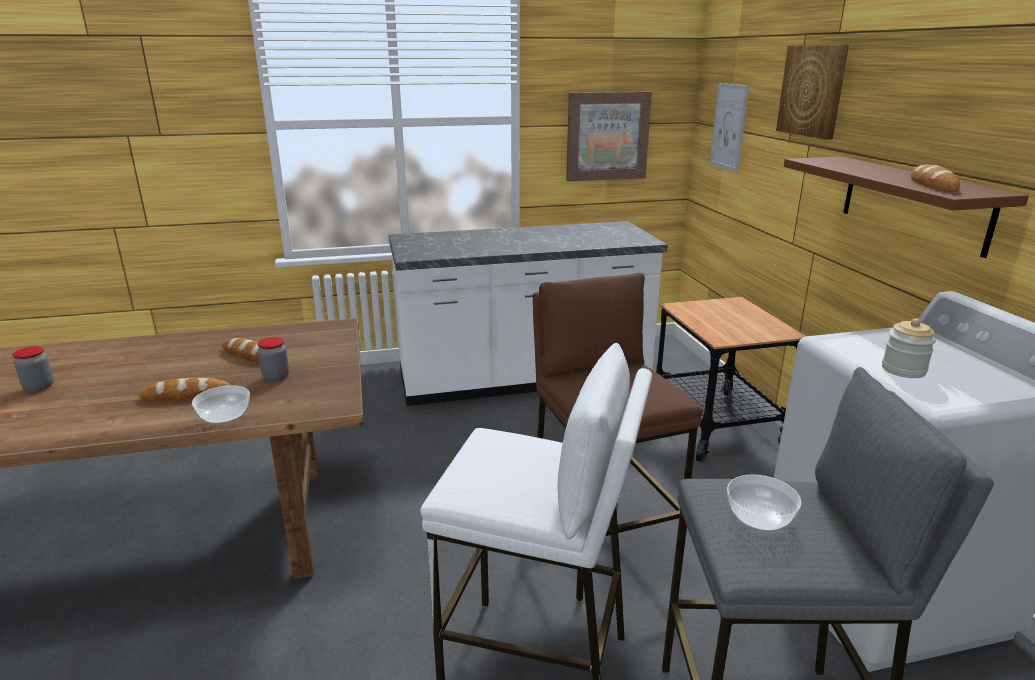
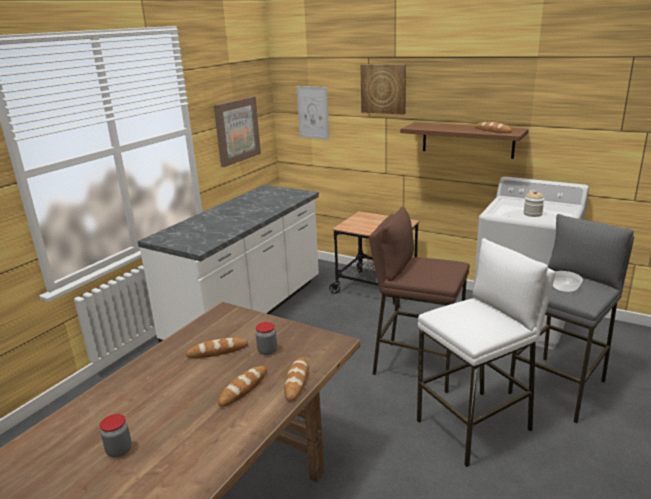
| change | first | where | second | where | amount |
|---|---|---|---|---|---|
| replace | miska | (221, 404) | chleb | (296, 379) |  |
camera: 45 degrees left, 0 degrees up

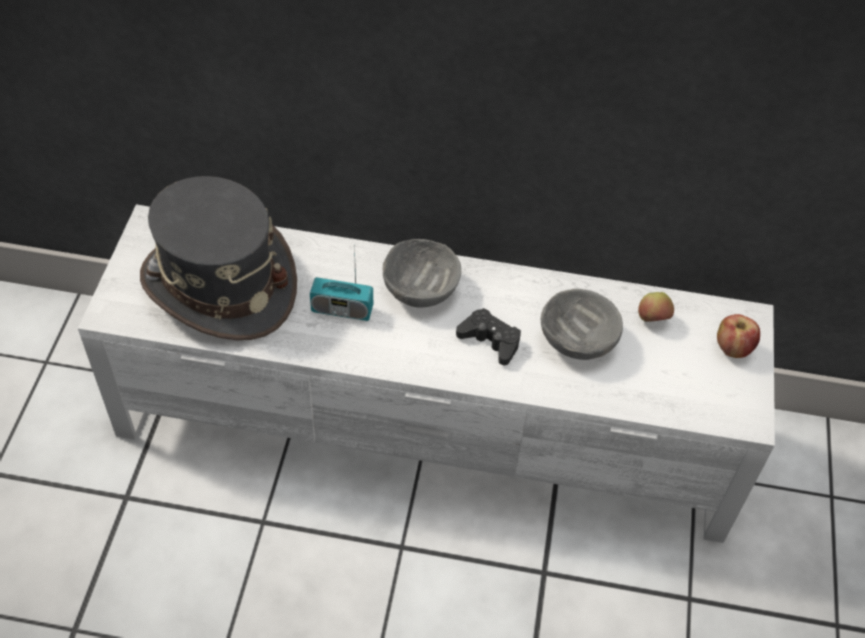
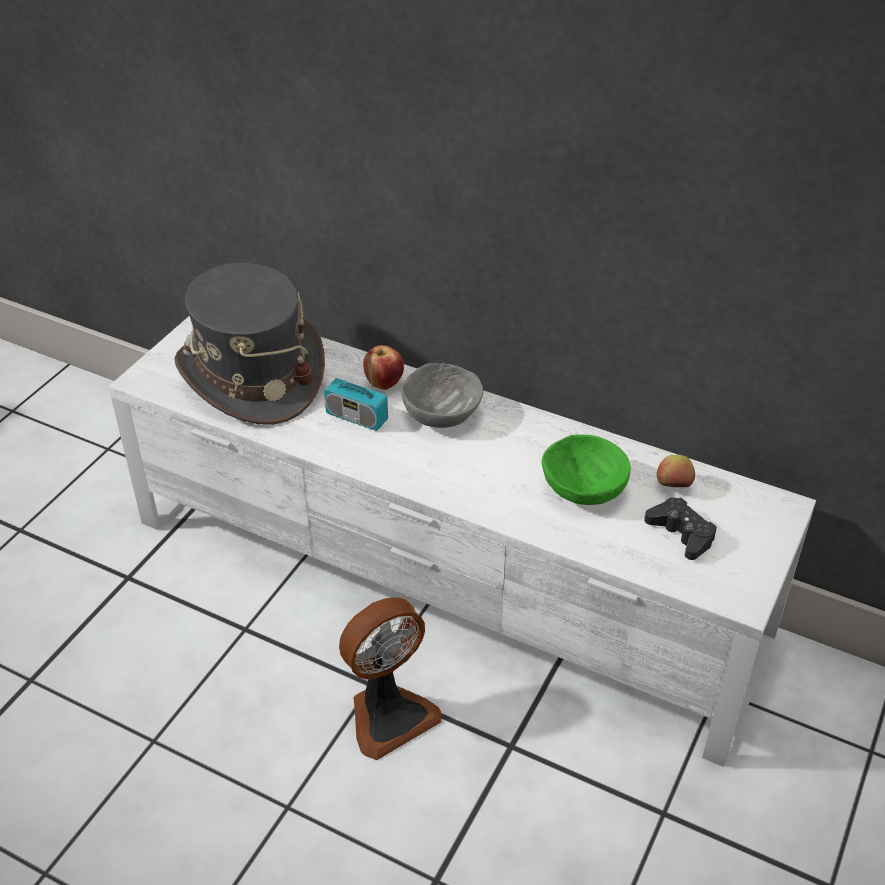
| change | first | where | second | where | amount |
|---|---|---|---|---|---|
| recolor | miska [szary] | (582, 324) | miska [zielony] | (586, 469) |  |
| move | pad do gier [czarny] | (488, 336) |  | (680, 529) |  |
| move | jabłko | (738, 336) |  | (383, 367) |  |
| insert |  |  | wentylator | (390, 678) |  |
camera: 20 degrees right, 10 degrees down

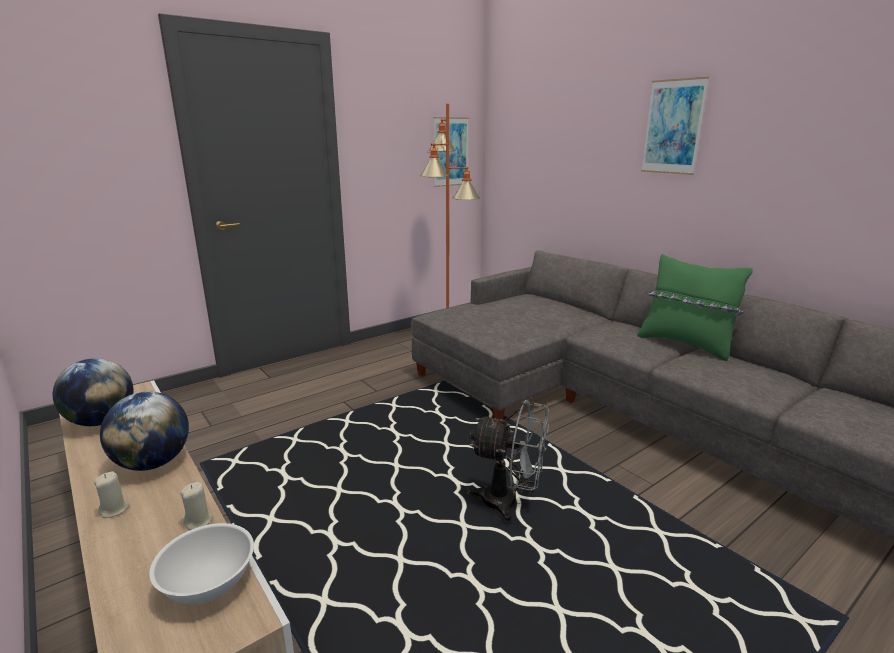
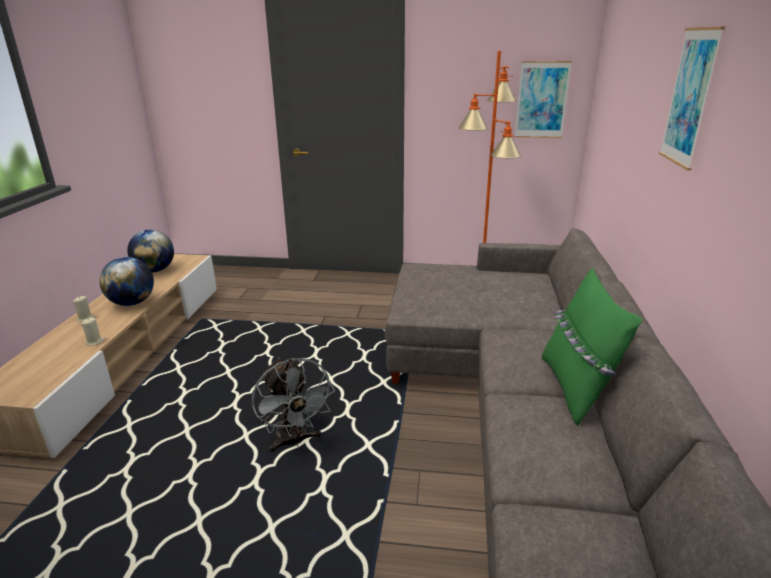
| change | first | where | second | where | amount |
|---|---|---|---|---|---|
| delete | miska [biały] | (201, 563) |  |  |  |
camera: 45 degrees right, 5 degrees up

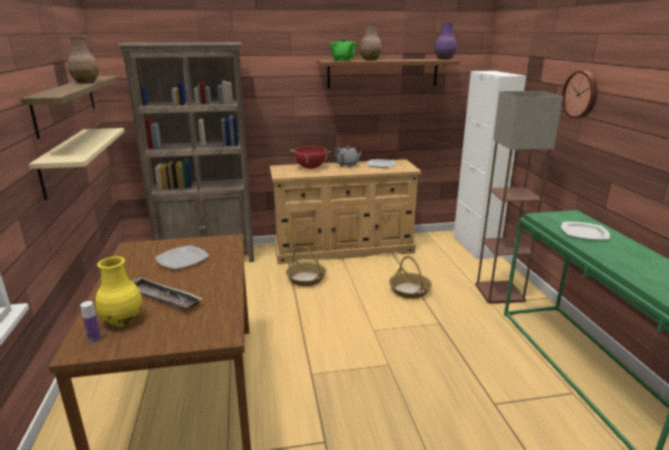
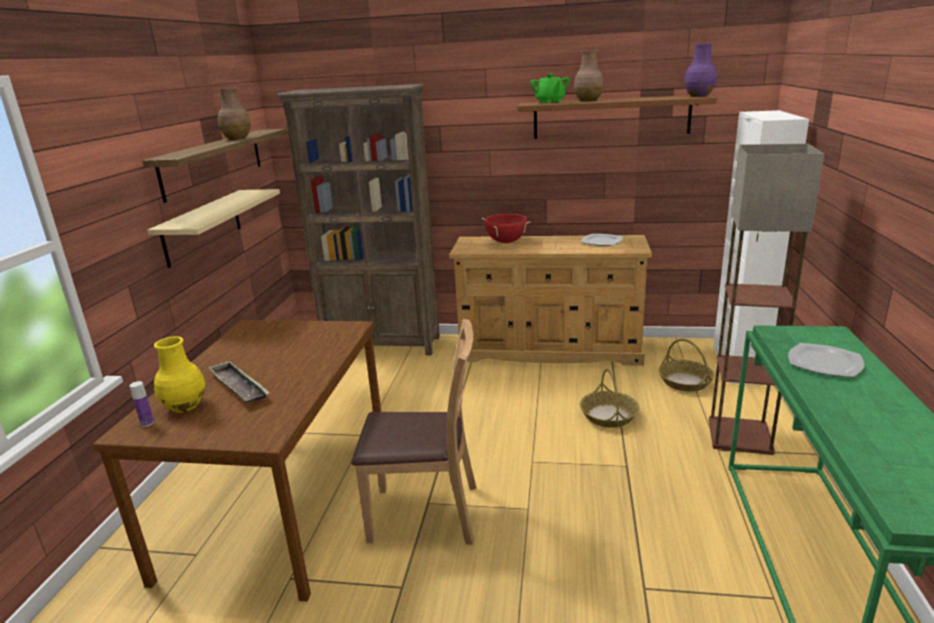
| change | first | where | second | where | amount |
|---|---|---|---|---|---|
| delete | zegar ścienny | (580, 94) |  |  |  |
| delete | imbryk [szary] | (348, 157) |  |  |  |
| delete | talerz | (182, 257) |  |  |  |
| move | koszyk | (306, 266) |  | (686, 365) |  |
| insert |  |  | krzesło [brązowy] | (414, 432) |  |
camera: 20 degrees right, 0 degrees up

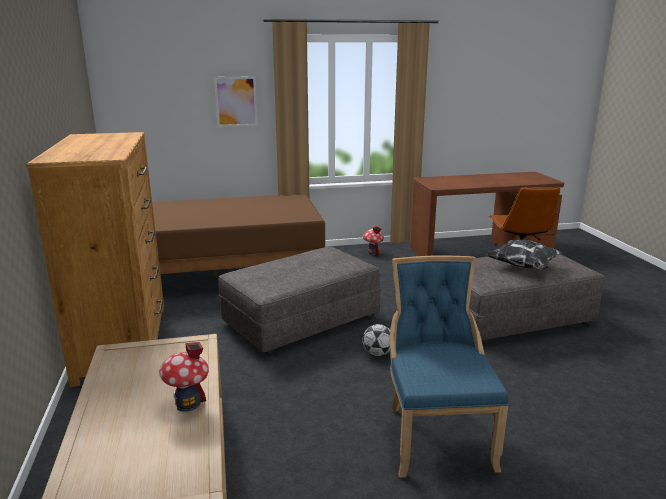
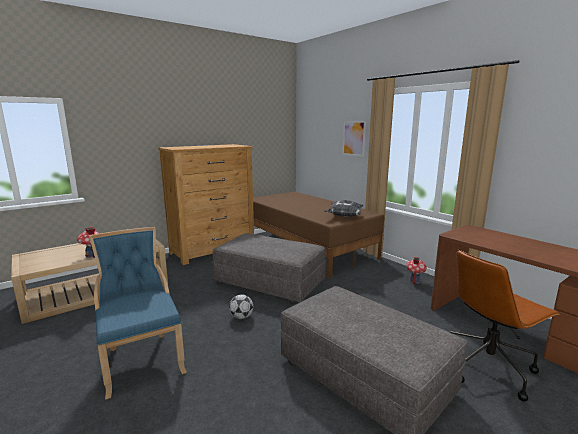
| change | first | where | second | where | amount |
|---|---|---|---|---|---|
| move | poduszka | (524, 255) |  | (343, 208) |  |
| rotate | krzesło [niebieski] | (449, 367) |  | (138, 313) | 90 degrees counterclockwise |
camera: 65 degrees right, 5 degrees down

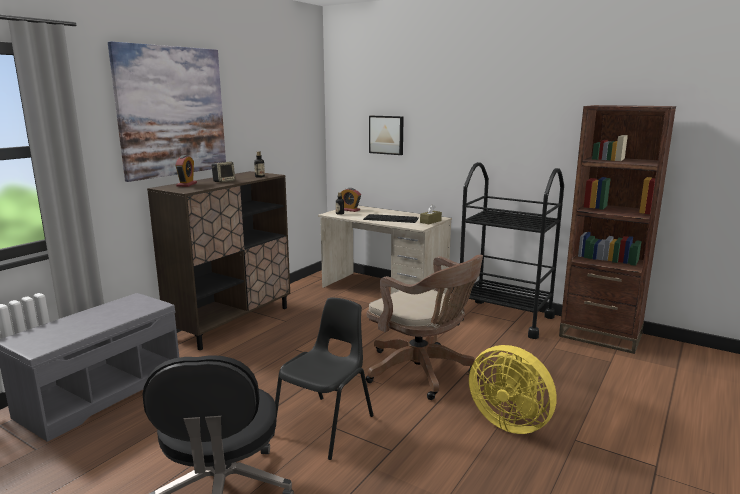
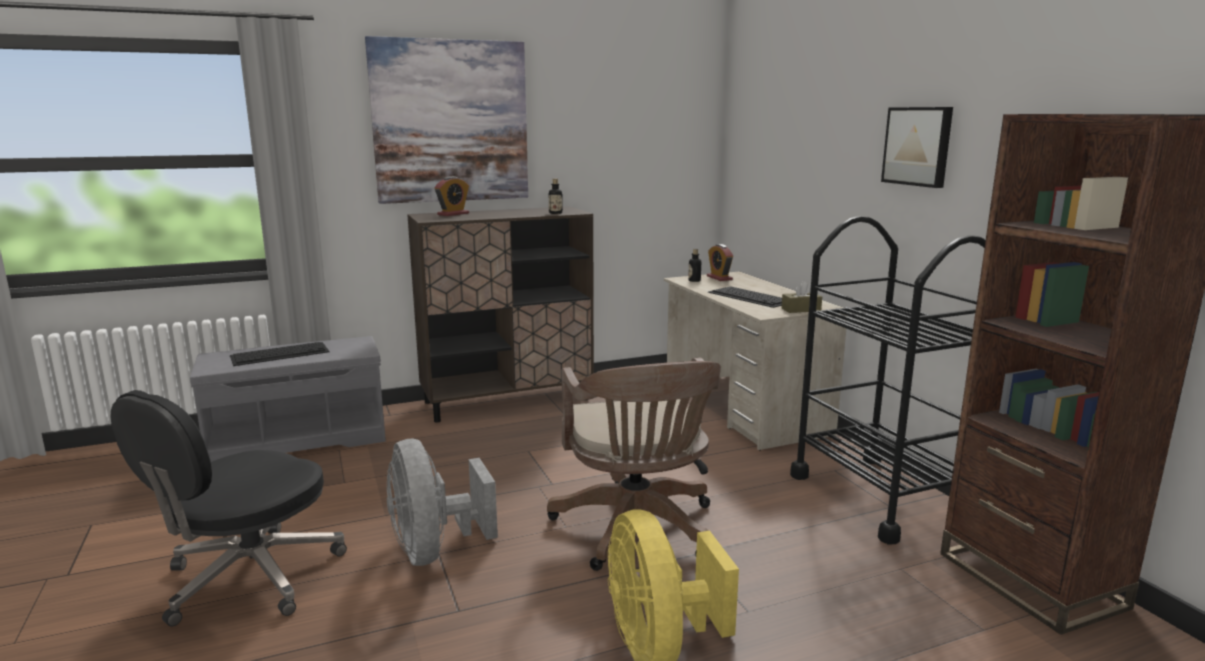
| change | first | where | second | where | amount |
|---|---|---|---|---|---|
| move | obraz | (386, 135) |  | (917, 147) |  |
| delete | głośnik | (223, 172) |  |  |  |
| replace | krzesło [czarny] | (323, 379) | wentylator [szary] | (442, 502) |  |
| insert |  |  | klawiatura | (280, 354) |  |
camera: 35 degrees right, 0 degrees up

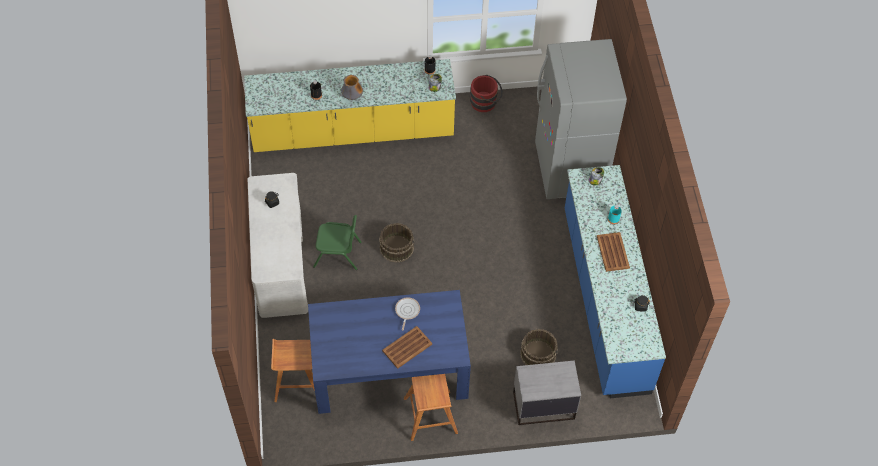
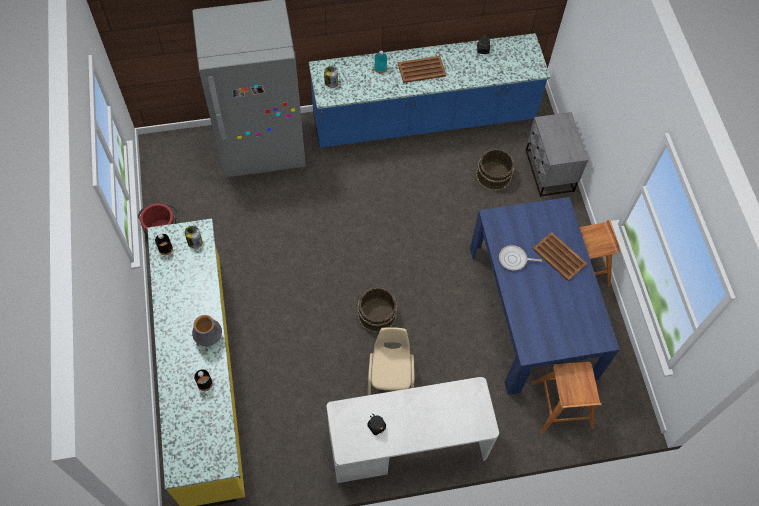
| change | first | where | second | where | amount |
|---|---|---|---|---|---|
| recolor | krzesło [zielony] | (337, 242) | krzesło [beżowy] | (391, 361) |  |
camera: 95 degrees left, 5 degrees up

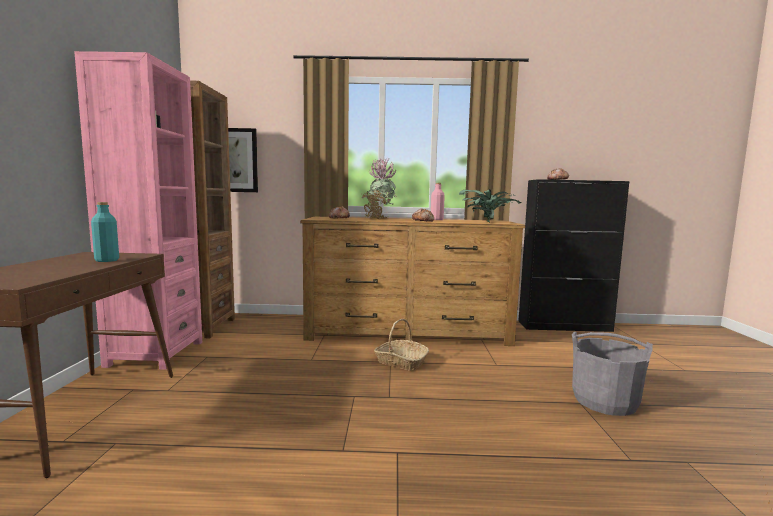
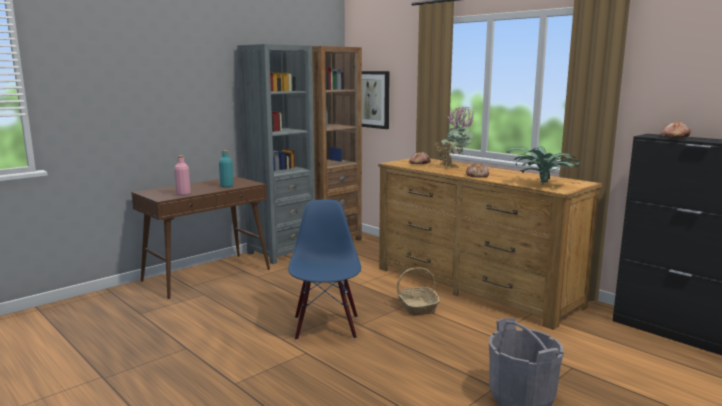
| change | first | where | second | where | amount |
|---|---|---|---|---|---|
| recolor | regał [różowy] | (138, 210) | regał [szary] | (276, 154) |  |
| move | butelka [różowy] | (438, 201) |  | (182, 175) |  |
| insert |  |  | krzesło [niebieski] | (324, 270) |  |
camera: 45 degrees right, 5 degrees up

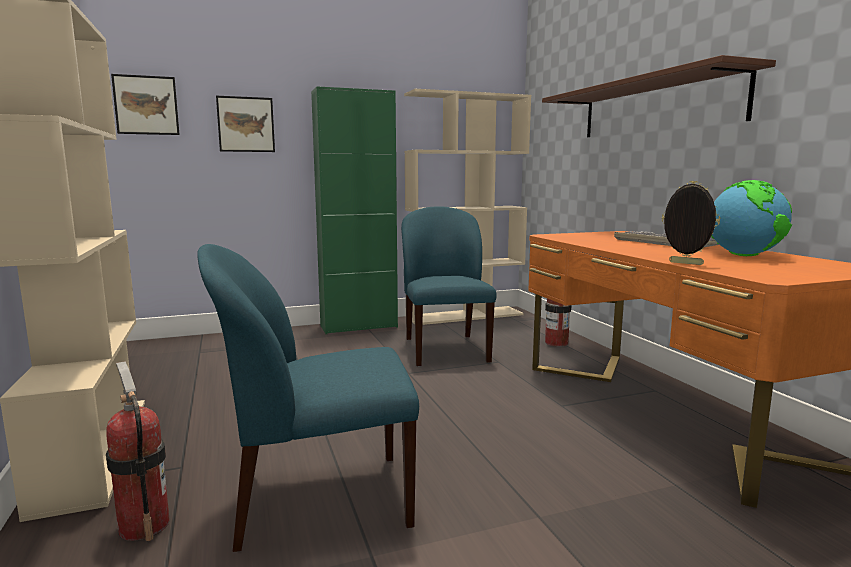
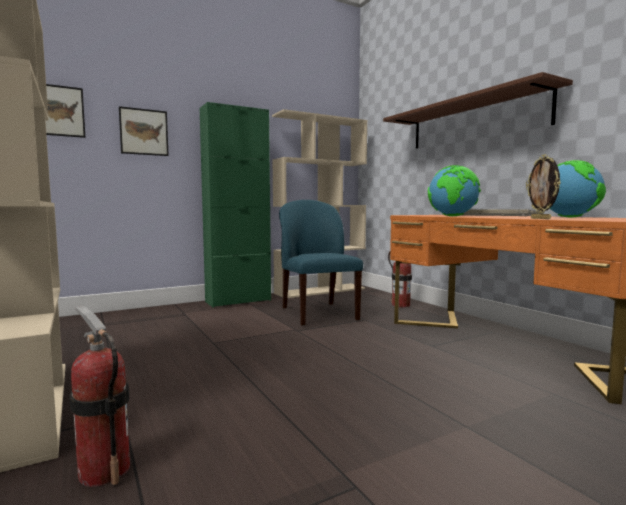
| change | first | where | second | where | amount |
|---|---|---|---|---|---|
| rotate | ramka na zdjęcie | (691, 223) |  | (543, 186) | 135 degrees counterclockwise |
| delete | krzesło [niebieski] | (308, 398) |  |  |  |
| insert |  |  | globus | (454, 190) |  |
camera: 10 degrees left, 5 degrees down

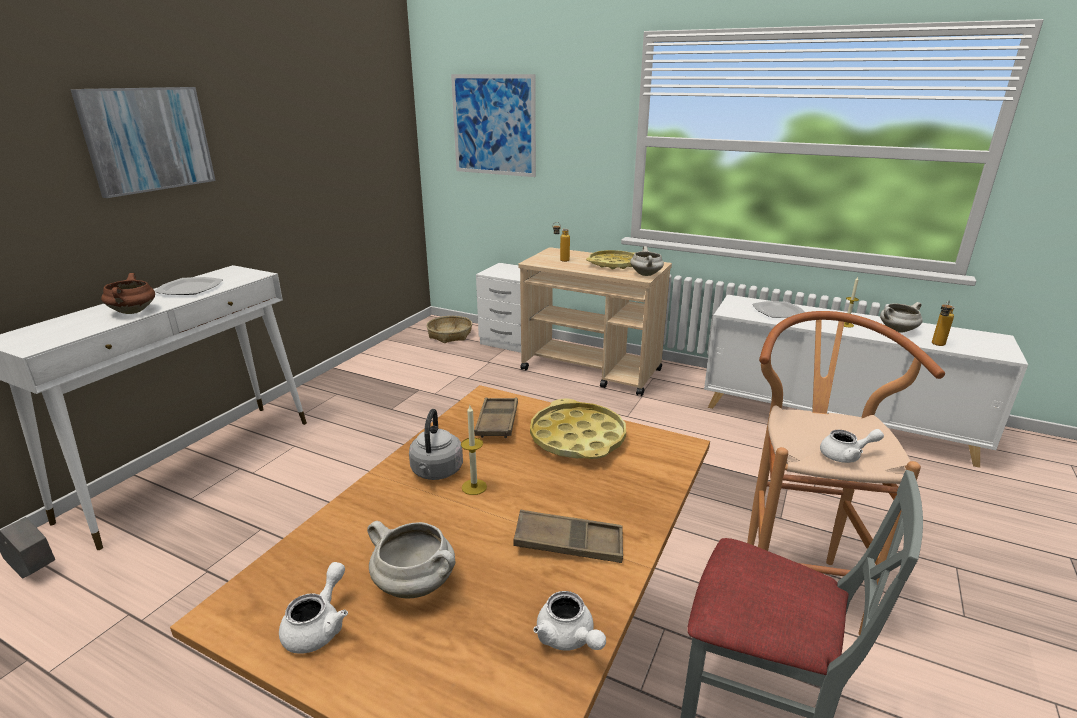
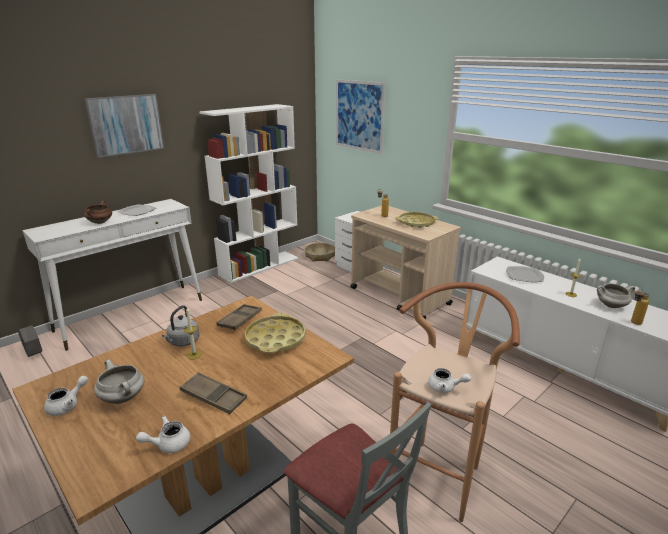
| change | first | where | second | where | amount |
|---|---|---|---|---|---|
| delete | garnek [biały] | (647, 261) |  |  |  |
| rotate | imbryk [biały] | (569, 621) |  | (163, 434) | 75 degrees clockwise |
| insert |  |  | regał [biały] | (249, 193) |  |
camera: 20 degrees right, 0 degrees up

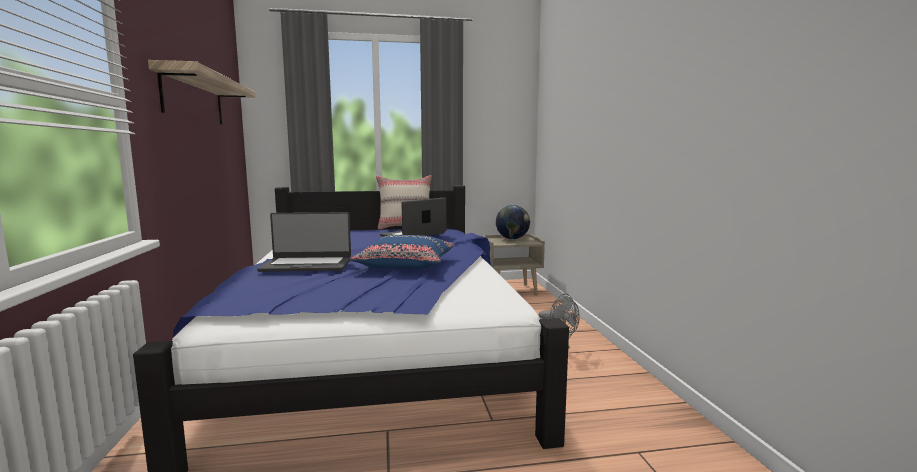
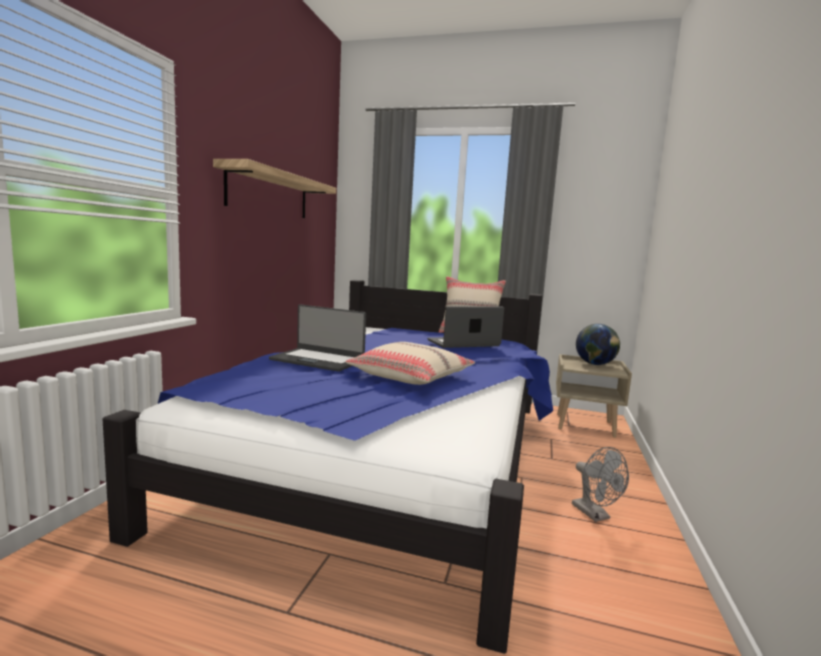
| change | first | where | second | where | amount |
|---|---|---|---|---|---|
| recolor | poduszka [niebieski] | (402, 252) | poduszka [beżowy] | (410, 363) |  |
camera: 25 degrees right, 0 degrees up

